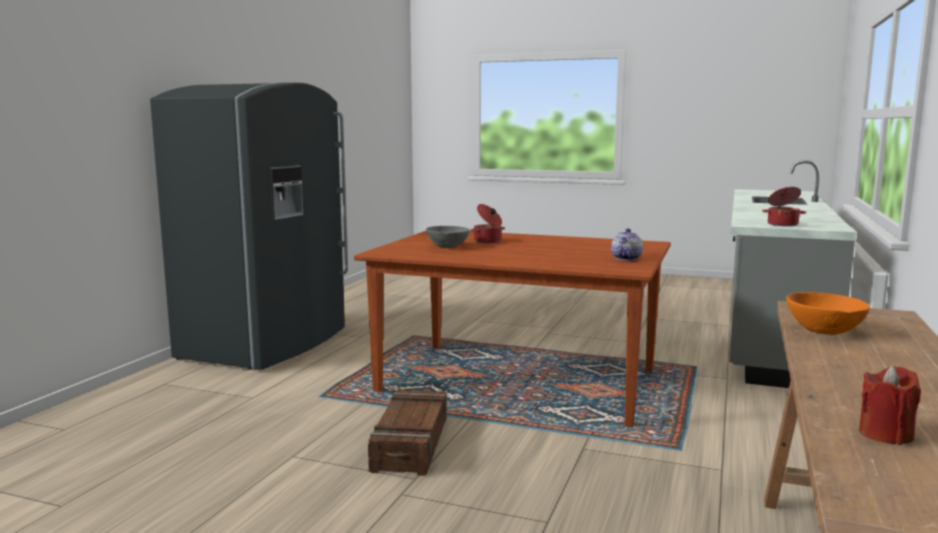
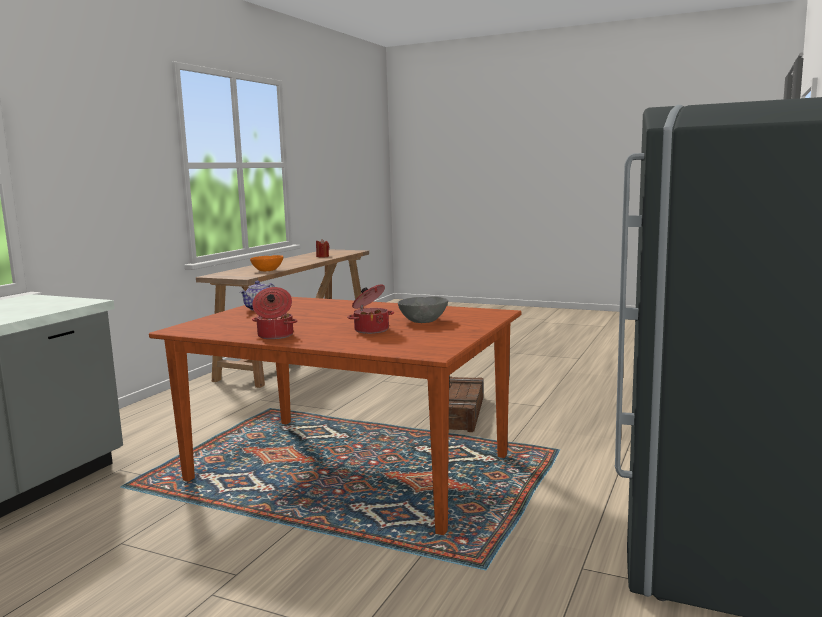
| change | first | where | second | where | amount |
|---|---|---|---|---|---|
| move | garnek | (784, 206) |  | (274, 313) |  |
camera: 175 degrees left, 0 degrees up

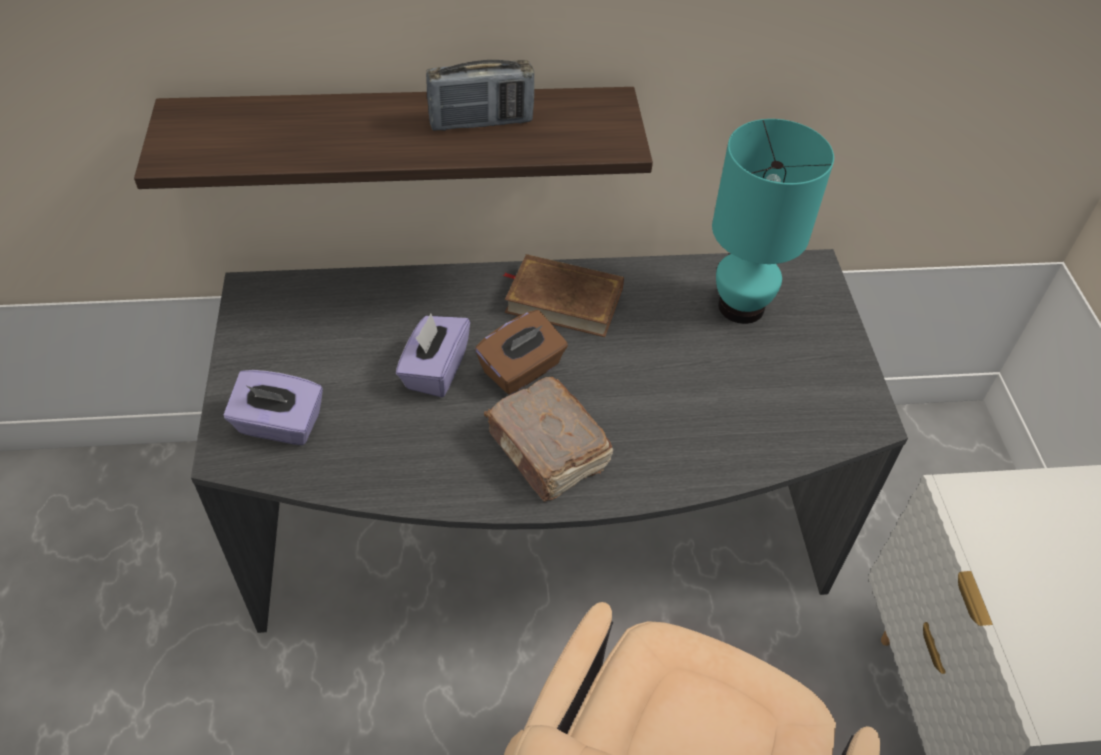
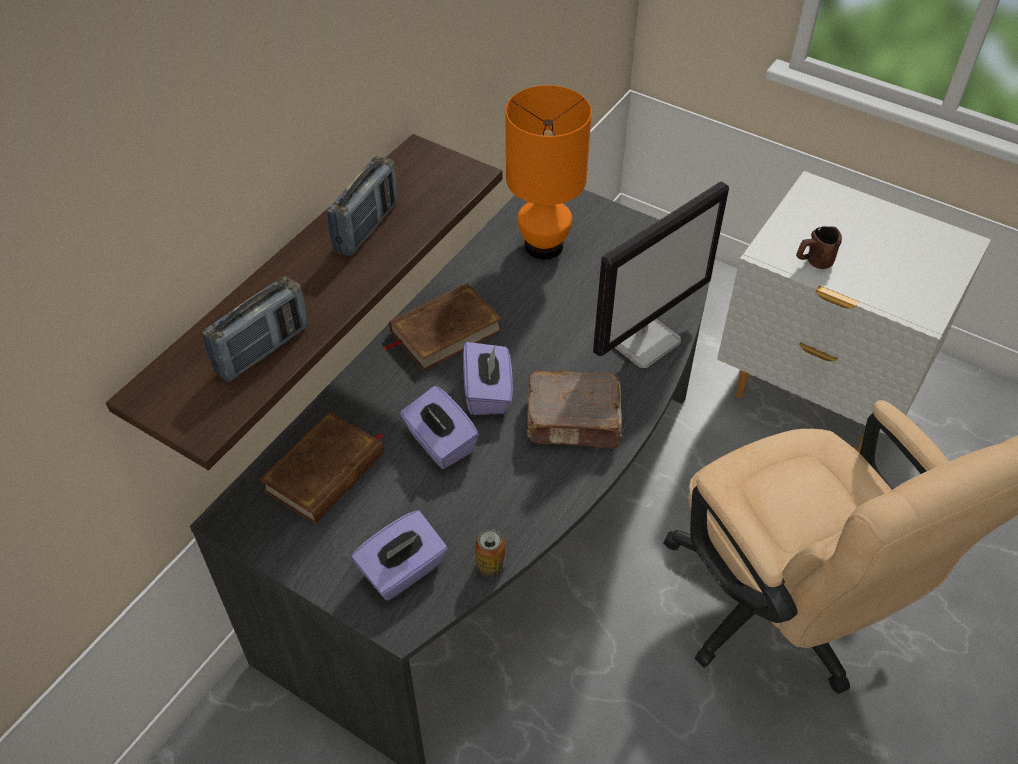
| change | first | where | second | where | amount |
|---|---|---|---|---|---|
| recolor | lampa stołowa [turkusowy] | (773, 221) | lampa stołowa [pomarańczowy] | (548, 172) |  |
| recolor | pudełko chusteczek [brązowy] | (521, 352) | pudełko chusteczek [fioletowy] | (488, 378) |  |
| insert |  |  | monitor | (661, 275) |  |
| insert |  |  | kubek [brązowy] | (819, 247) |  |
| insert |  |  | radio | (255, 329) |  |
| insert |  |  | książka [brązowy] | (321, 467) |  |
| insert |  |  | puszka | (490, 553) |  |
camera: 50 degrees left, 0 degrees up

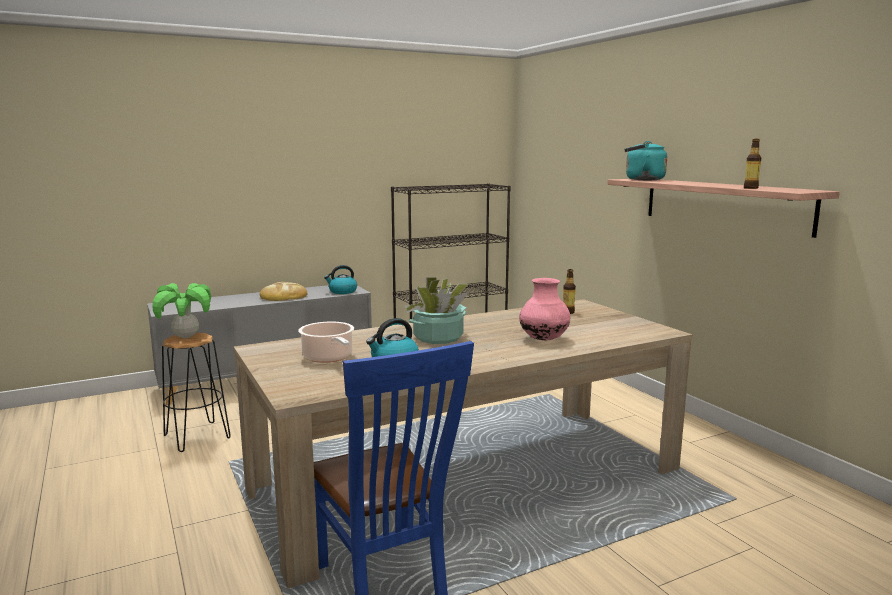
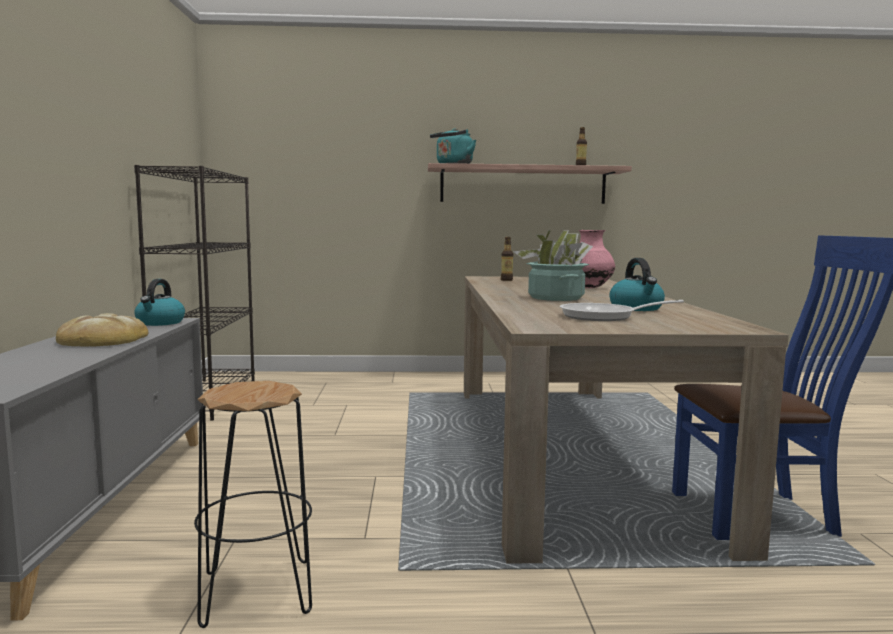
| change | first | where | second | where | amount |
|---|---|---|---|---|---|
| delete | roślina doniczkowa | (181, 310) |  |  |  |
| replace | garnek | (326, 342) | patelnia | (622, 310) |  |
camera: 65 degrees left, 5 degrees down

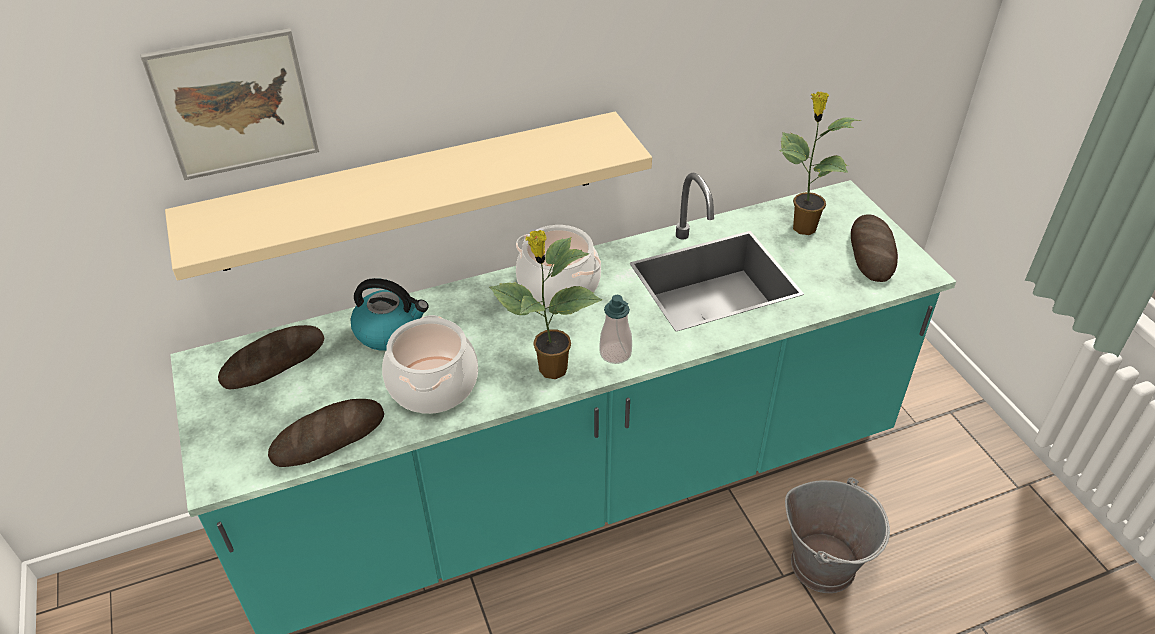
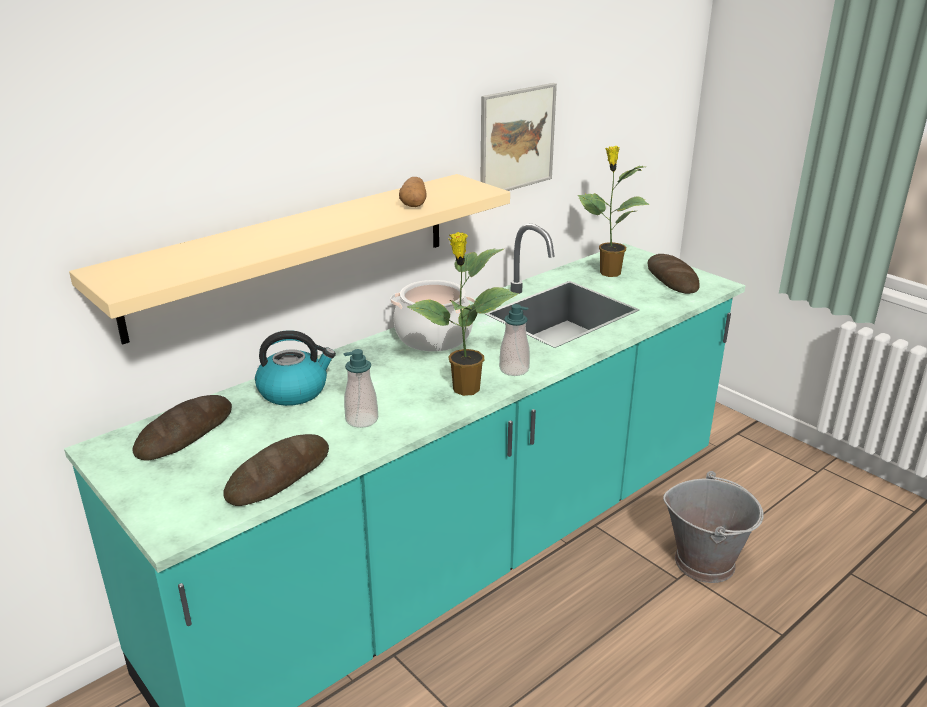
| change | first | where | second | where | amount |
|---|---|---|---|---|---|
| move | obraz | (229, 104) |  | (518, 137) |  |
| replace | garnek | (430, 364) | dozownik mydła | (361, 388) |  |
| insert |  |  | ziemniak | (413, 192) |  |
camera: 20 degrees left, 15 degrees down

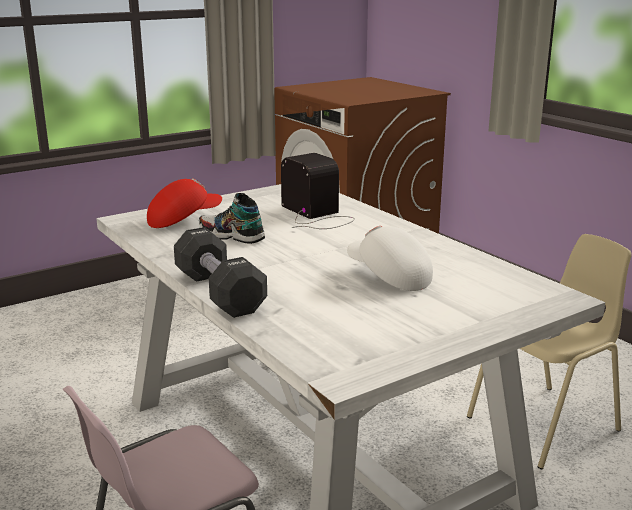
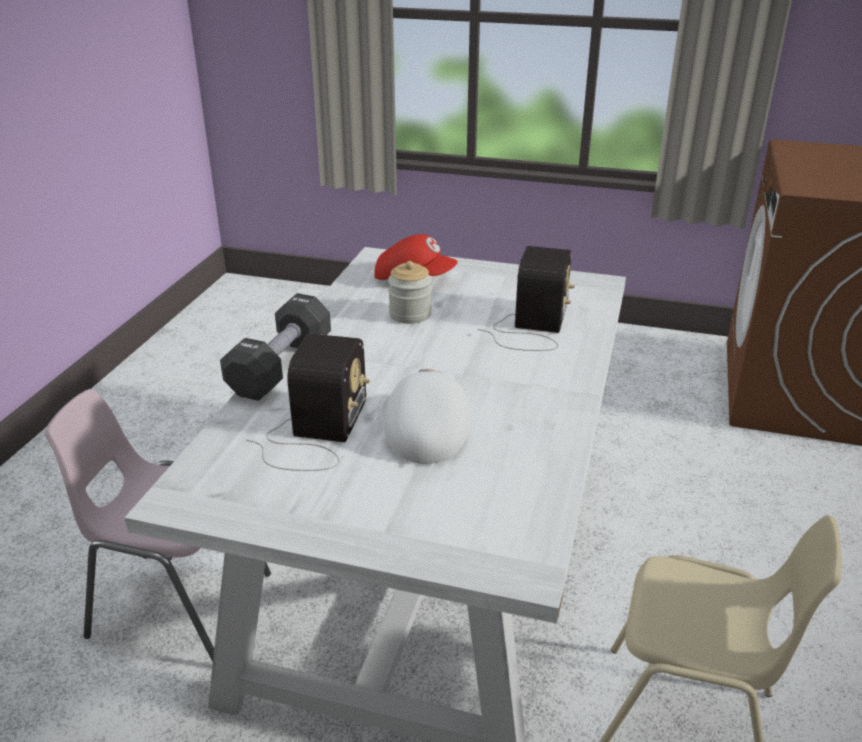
| change | first | where | second | where | amount |
|---|---|---|---|---|---|
| replace | but | (232, 218) | słoik | (410, 292) |  |
| insert |  |  | radio | (308, 402) |  |
camera: 50 degrees right, 10 degrees up

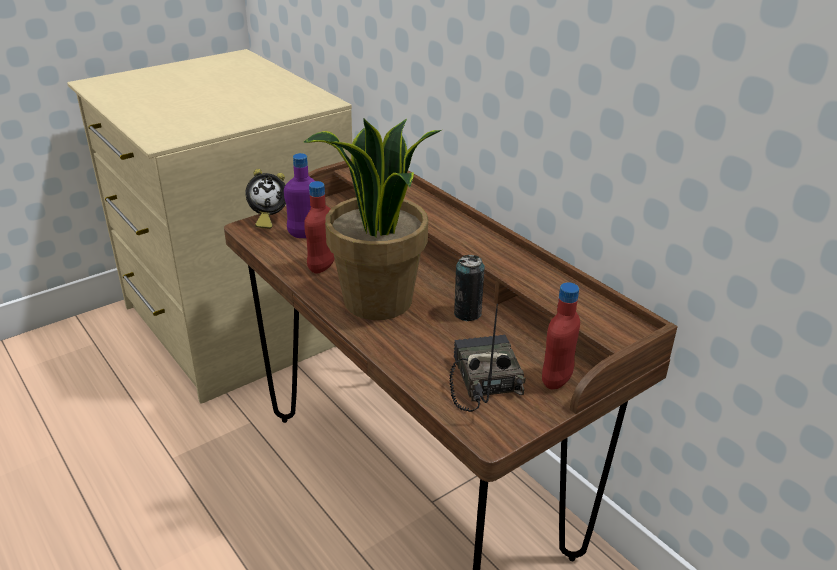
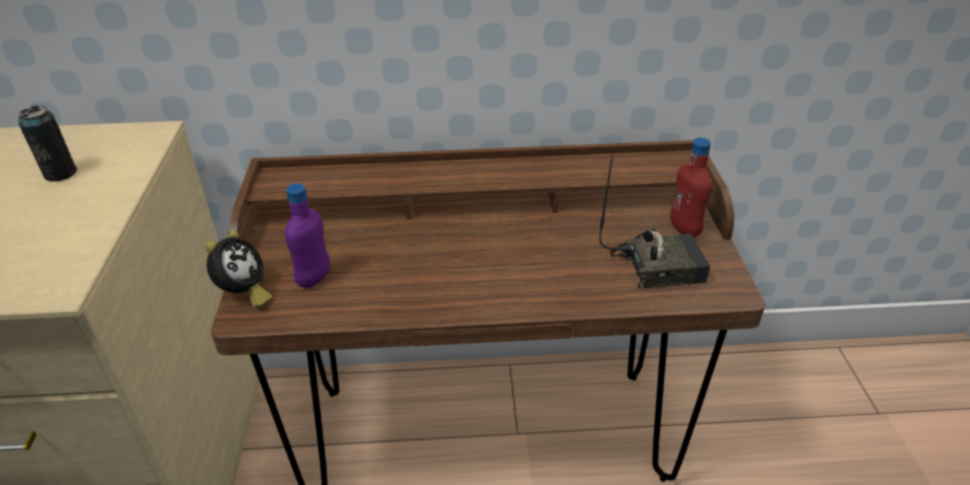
| change | first | where | second | where | amount |
|---|---|---|---|---|---|
| delete | roślina doniczkowa | (373, 219) |  |  |  |
| delete | butelka [czerwony] | (319, 227) |  |  |  |
| move | puszka | (469, 288) |  | (47, 144) |  |
| rotate | radio | (487, 358) |  | (654, 221) | 150 degrees clockwise |
camera: 55 degrees left, 5 degrees up

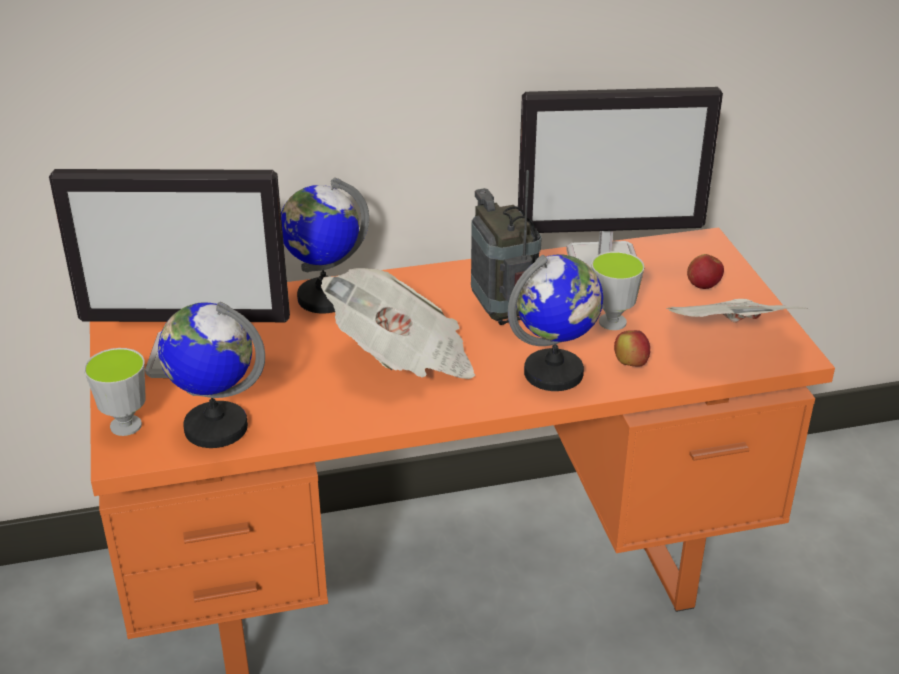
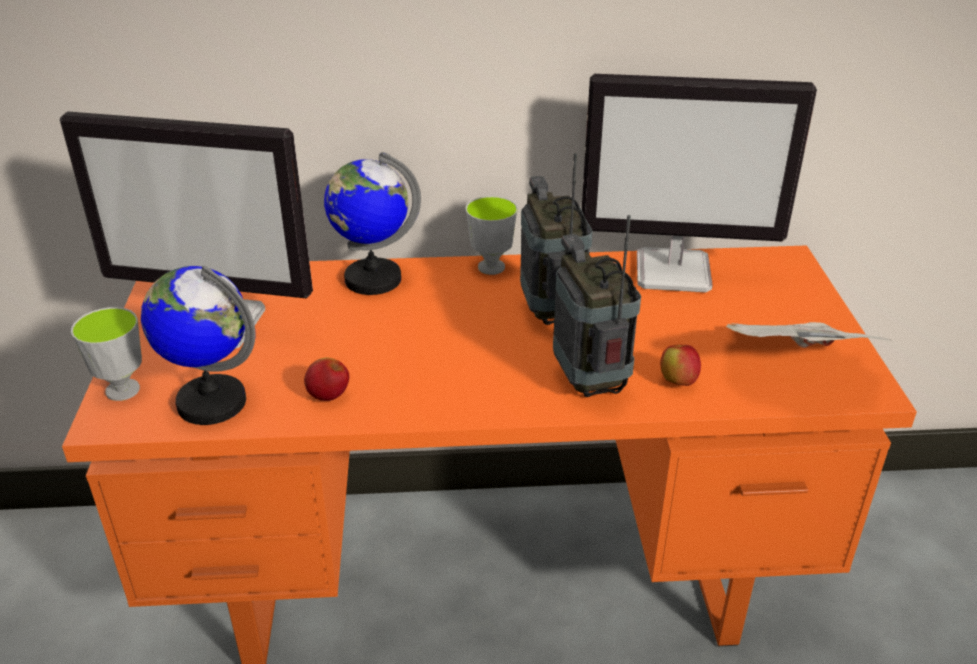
| change | first | where | second | where | amount |
|---|---|---|---|---|---|
| move | filiżanka | (618, 290) |  | (491, 235) |  |
| replace | globus | (555, 322) | radio | (597, 306) |  |
| move | jabłko | (705, 271) |  | (326, 379) |  |
| delete | gazeta | (398, 323) |  |  |  |
camera: 10 degrees right, 0 degrees up

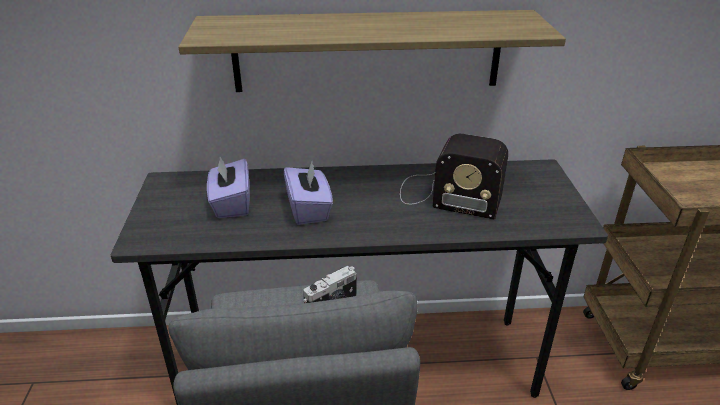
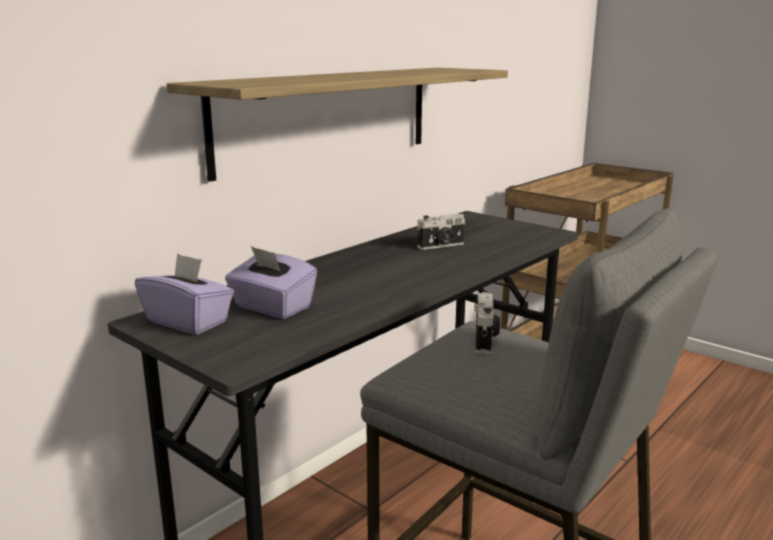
| change | first | where | second | where | amount |
|---|---|---|---|---|---|
| replace | radio | (454, 177) | aparat fotograficzny | (441, 231) |  |
| move | pudełko chusteczek [fioletowy] | (308, 193) |  | (184, 294) |  |
camera: 45 degrees left, 15 degrees down

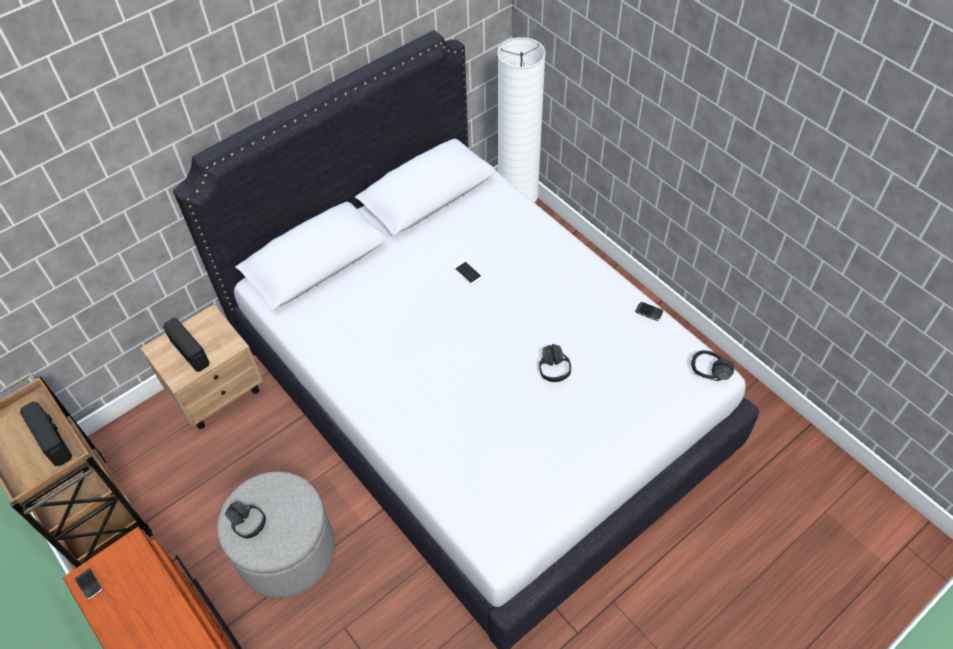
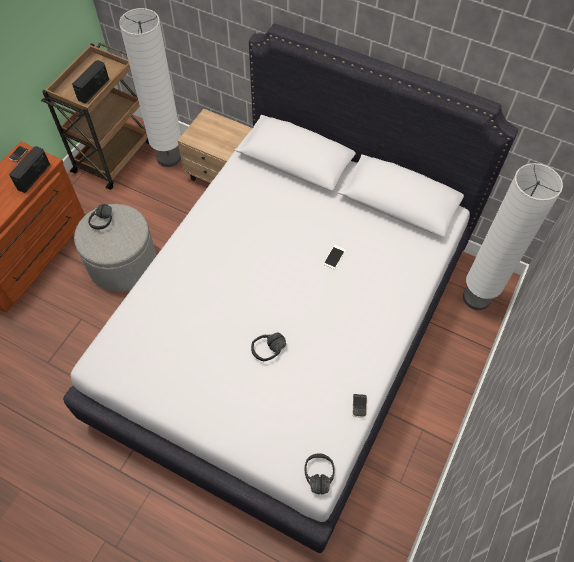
| change | first | where | second | where | amount |
|---|---|---|---|---|---|
| move | radio | (186, 344) |  | (29, 169) |  |
| insert |  |  | lampa stojąca [biały] | (150, 87) |  |
camera: 65 degrees right, 5 degrees up

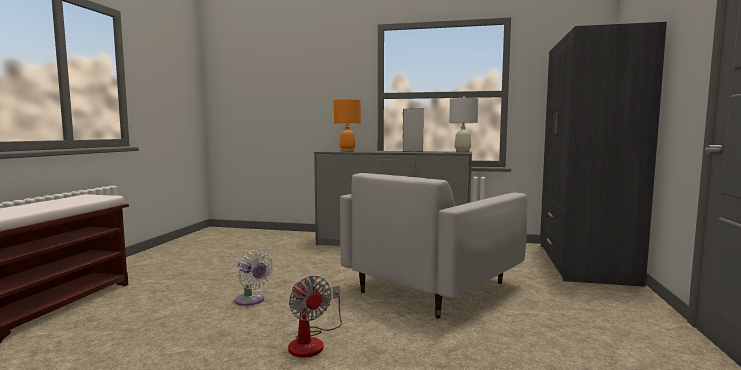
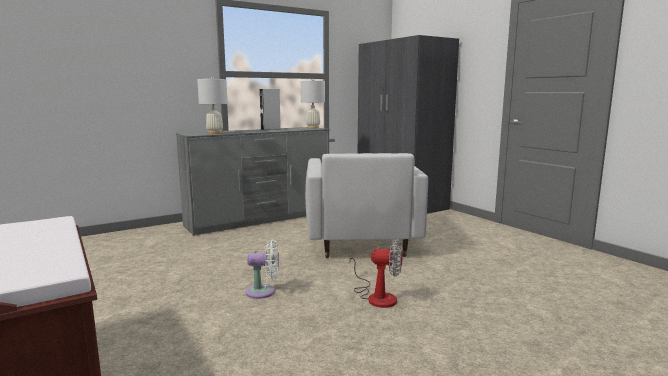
| change | first | where | second | where | amount |
|---|---|---|---|---|---|
| recolor | lampa stołowa [pomarańczowy] | (347, 125) | lampa stołowa [biały] | (212, 105) |  |
camera: 45 degrees left, 5 degrees up

